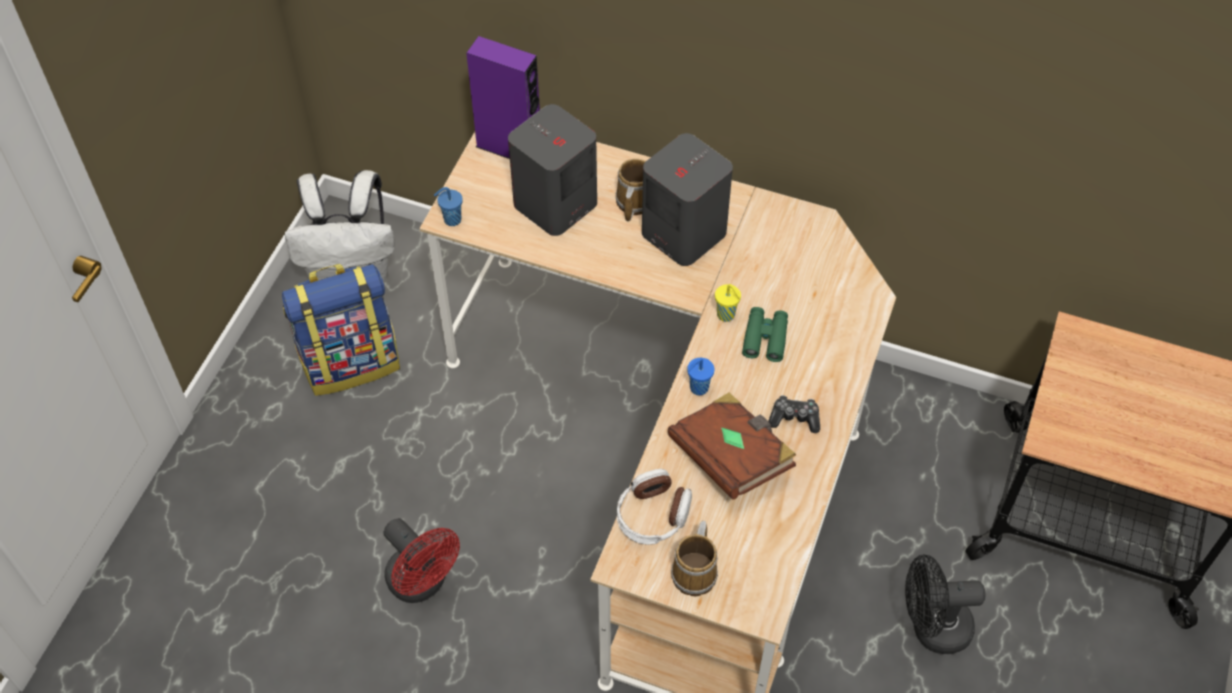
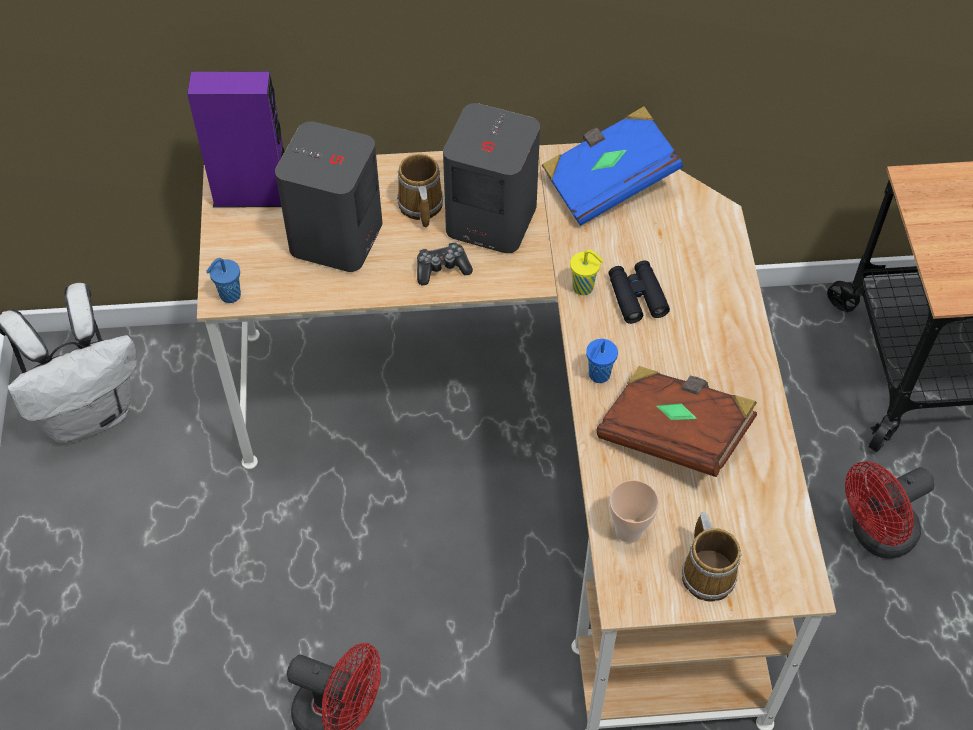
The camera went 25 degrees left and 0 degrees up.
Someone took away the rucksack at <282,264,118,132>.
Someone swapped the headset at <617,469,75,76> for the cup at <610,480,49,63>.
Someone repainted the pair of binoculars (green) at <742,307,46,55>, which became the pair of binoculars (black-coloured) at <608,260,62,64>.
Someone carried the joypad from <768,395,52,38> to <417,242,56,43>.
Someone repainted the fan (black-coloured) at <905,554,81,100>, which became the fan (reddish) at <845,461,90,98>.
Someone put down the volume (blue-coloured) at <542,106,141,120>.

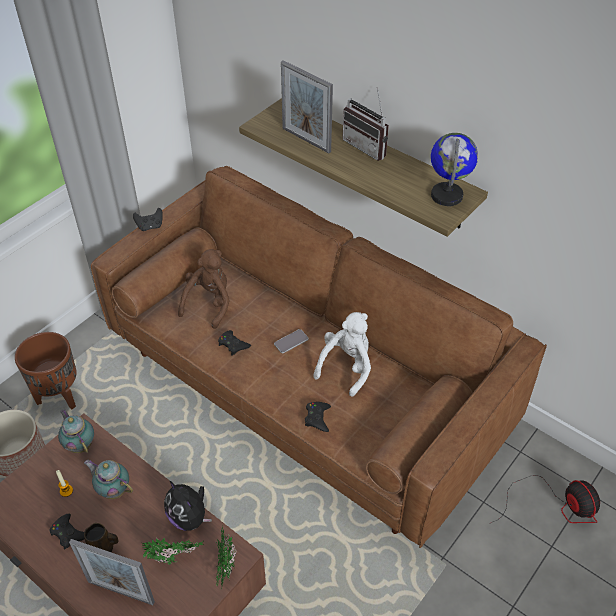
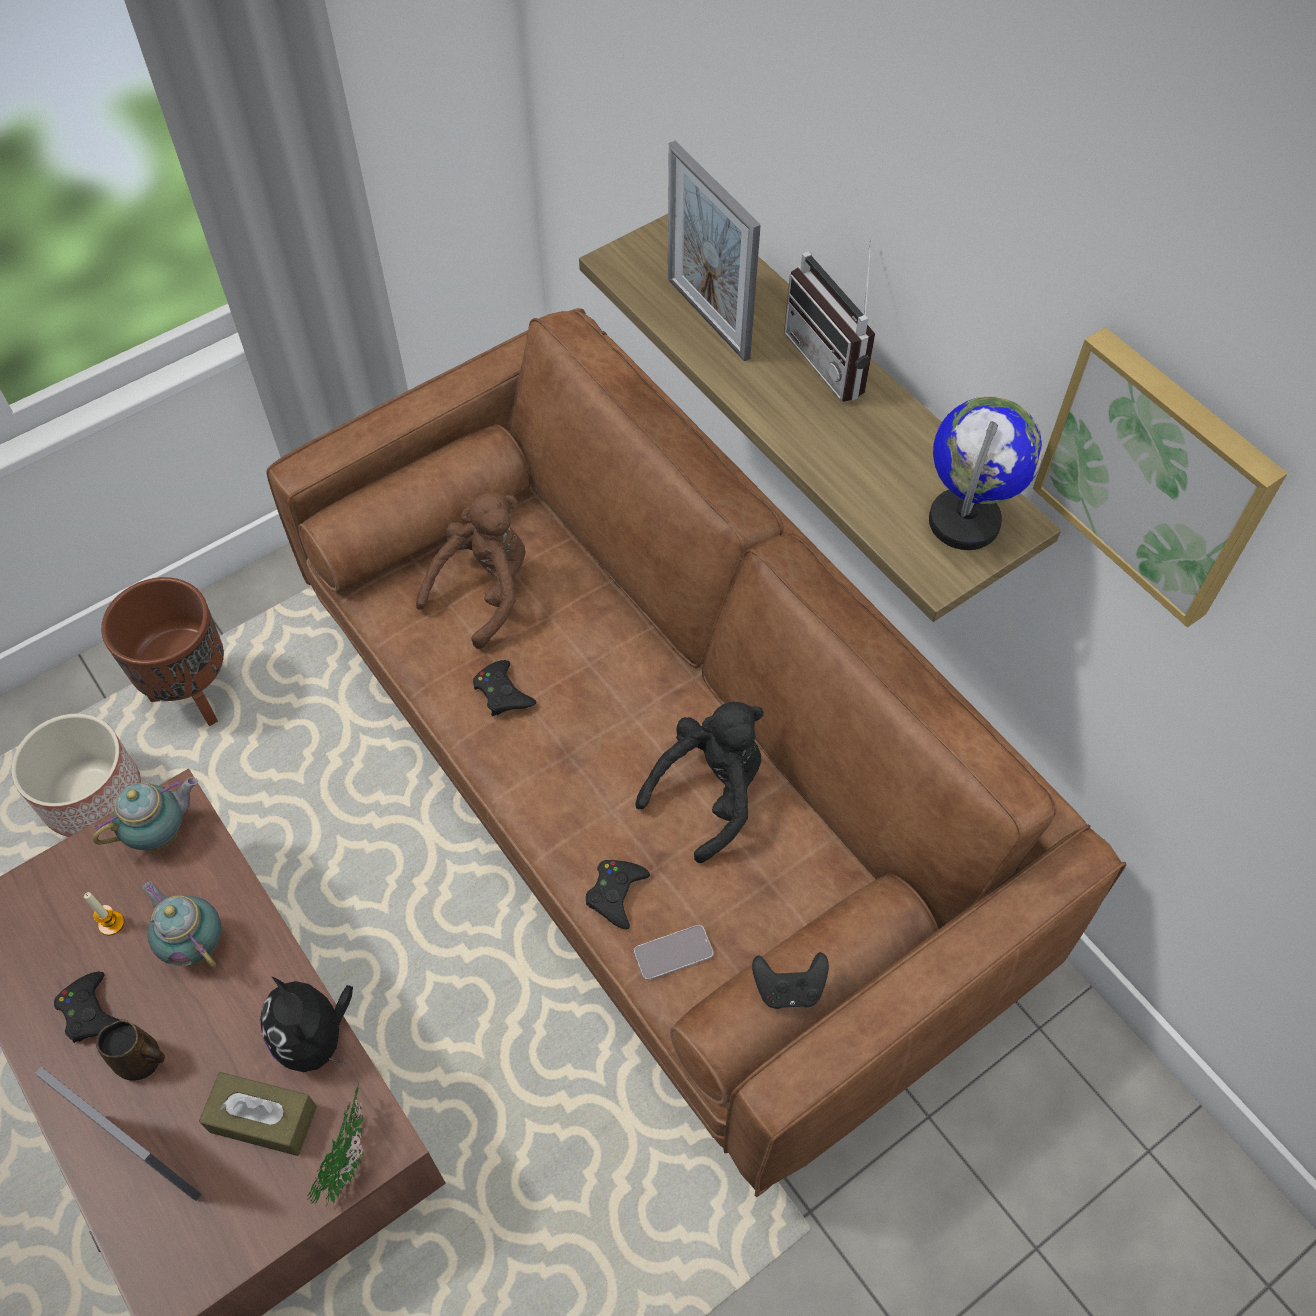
The camera went 15 degrees right and 10 degrees up.
Someone rotated the teapot at <58,409,36,44> by 75 degrees clockwise.
Someone carried the joypad (black-coloured) from <133,208,30,23> to <752,952,77,57>.
Someone swapped the plant in a pot at <142,538,62,27> for the tissue holder (brown) at <199,1072,118,84>.
Someone carried the telephone from <274,329,34,24> to <634,925,79,55>.
Someone repainted the plush toy (white-coloured) at <314,312,57,85>, which became the plush toy (black-coloured) at <635,702,129,161>.
Someone took away the fan at <491,475,109,48>.
Someone put up the wall picture at <1033,327,255,301>.

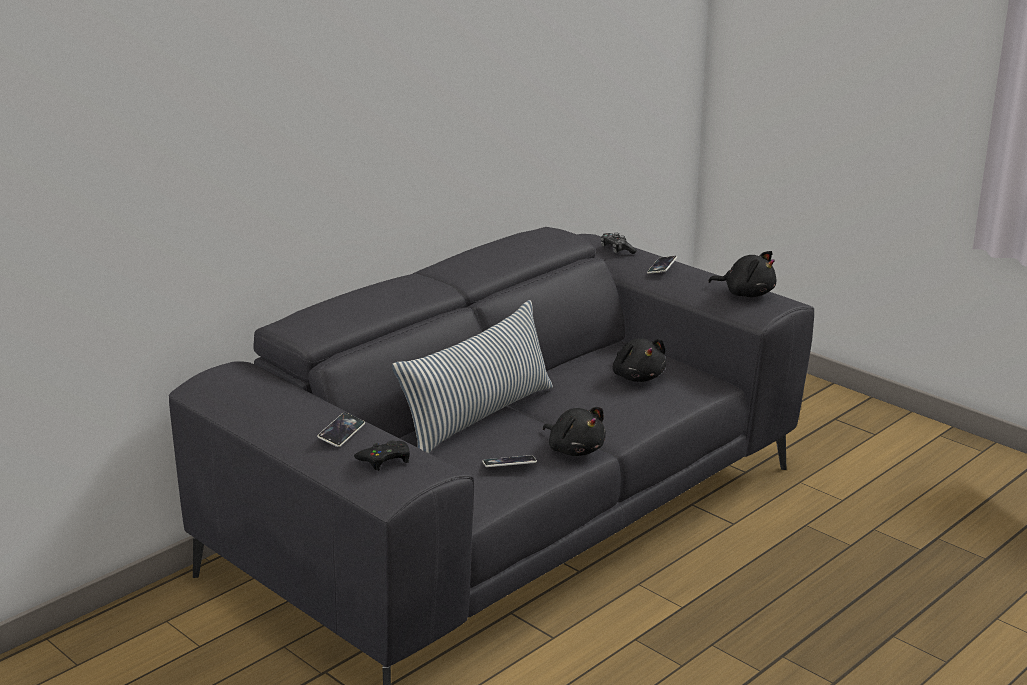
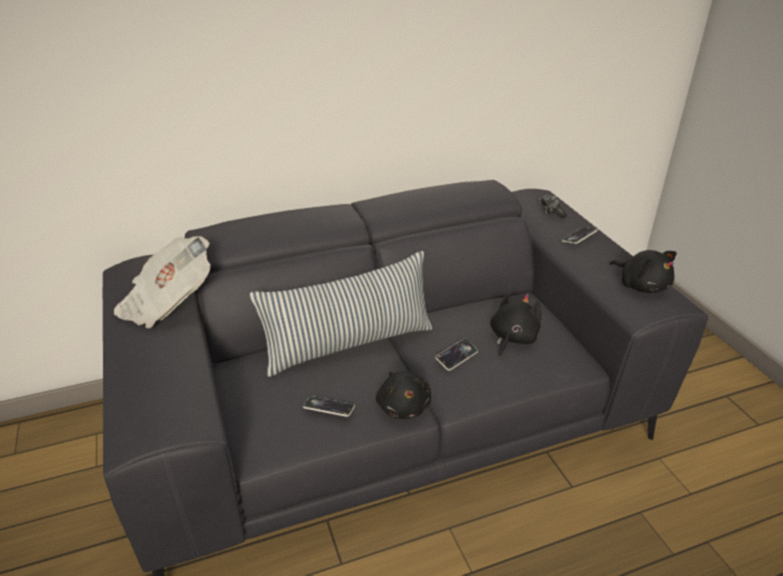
The camera went 25 degrees right and 10 degrees up.
Someone carried the telephone from <317,412,48,35> to <435,338,43,33>.
Someone took away the joypad (black-coloured) at <354,440,56,31>.
Someone rotated the plush toy (black-coloured) at <613,338,53,44> by 150 degrees counterclockwise.
Someone put down the newspaper at <114,236,97,92>.

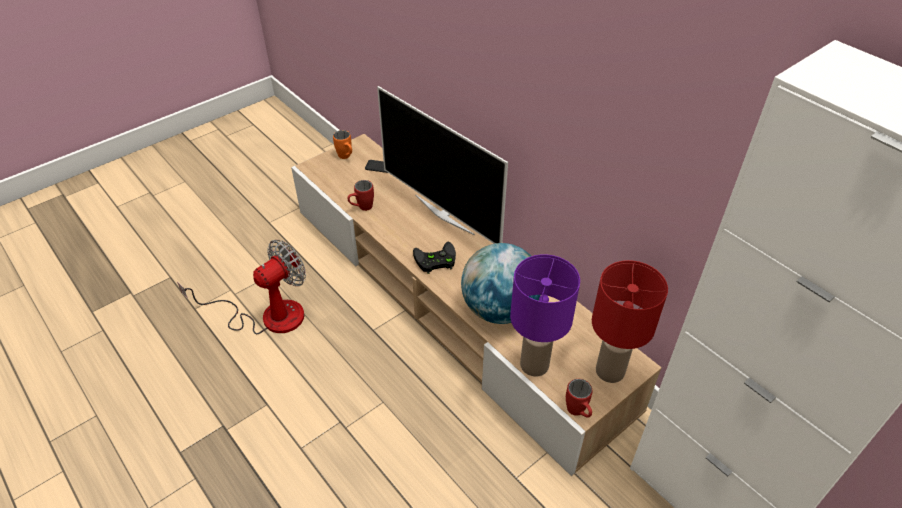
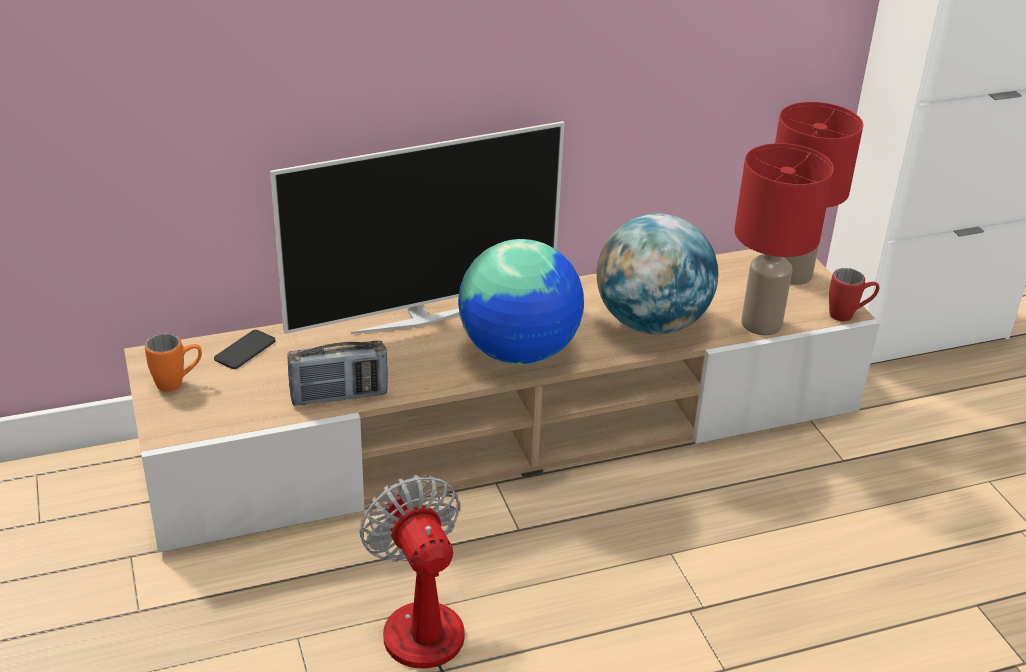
The camera went 70 degrees left and 10 degrees down.
Someone swapped the mug (reddish) at <348,180,26,31> for the radio at <287,341,101,65>.
Someone swapped the joypad (black-coloured) at <413,242,43,32> for the world globe at <458,239,126,126>.
Someone repainted the lamp for a table (purplish) at <510,254,70,123>, which became the lamp for a table (reddish) at <734,143,100,192>.

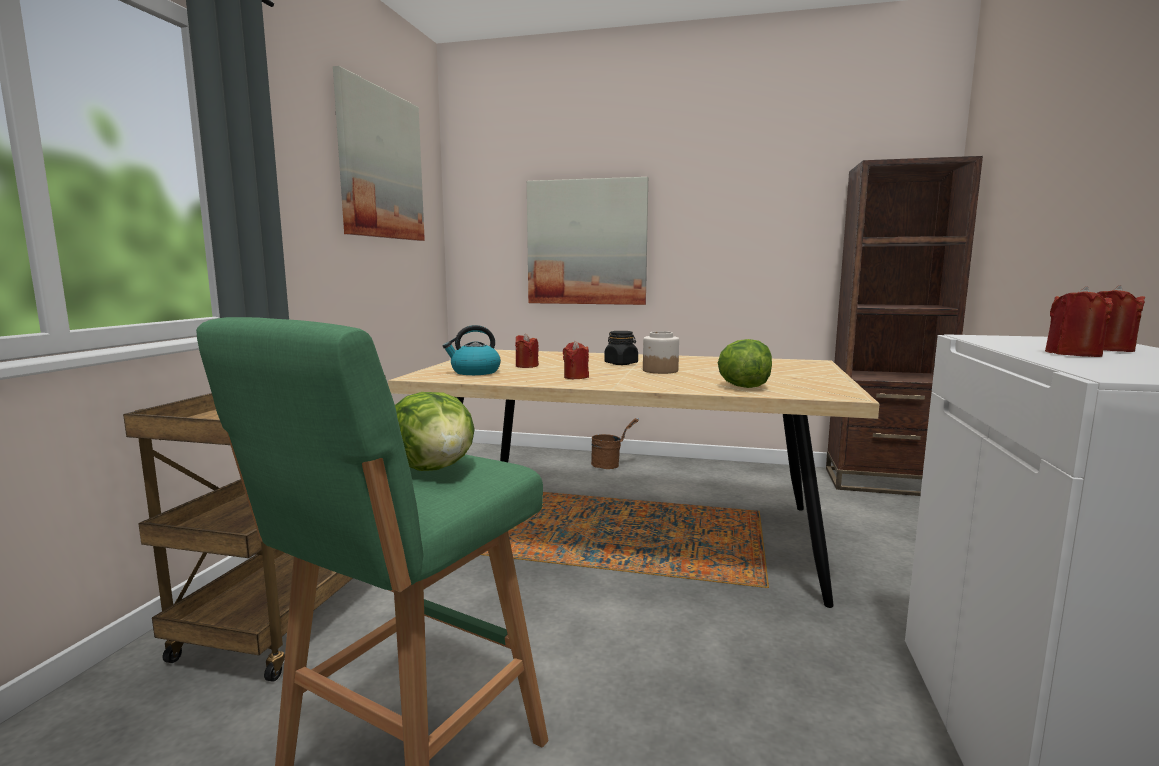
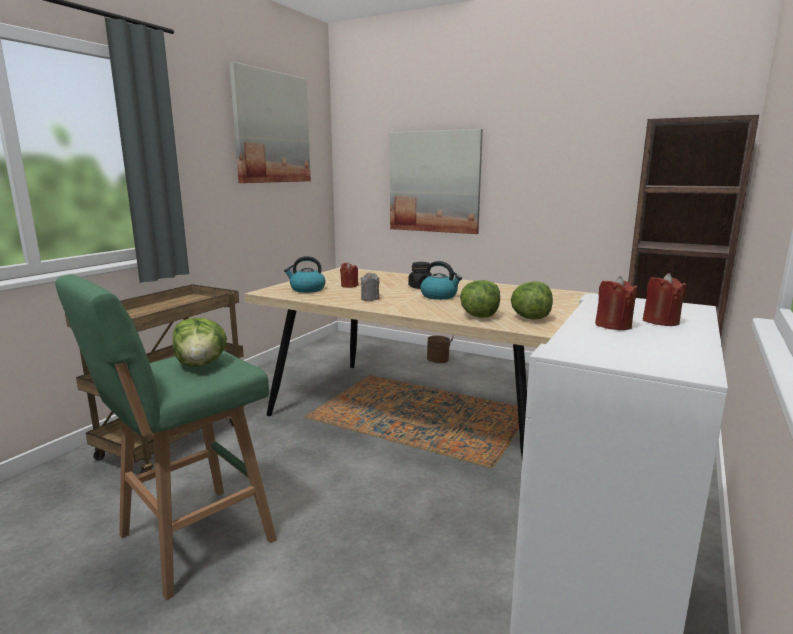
The camera went 15 degrees right and 5 degrees up.
Someone repainted the wax candle (reddish) at <563,341,26,38>, which became the wax candle (grey) at <361,272,19,29>.
Someone swapped the preserve jar at <643,331,36,43> for the water kettle at <420,261,42,39>.
Someone put down the head of lettuce at <511,281,42,39>.

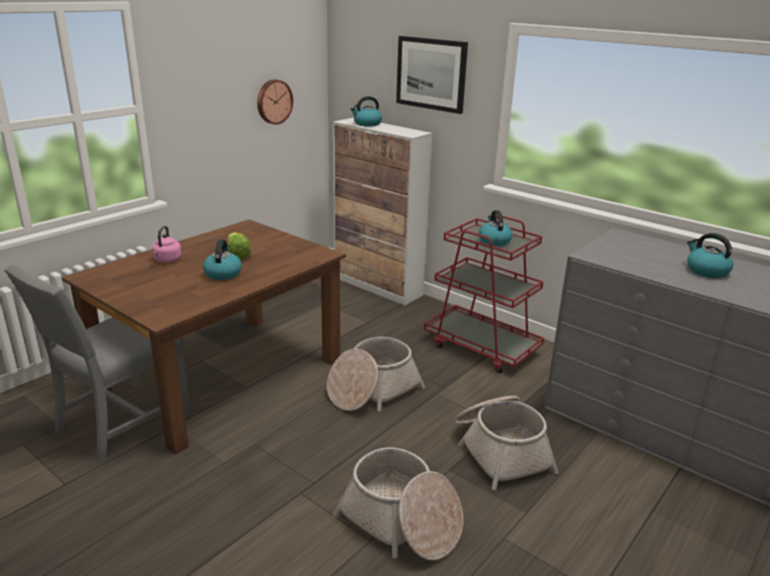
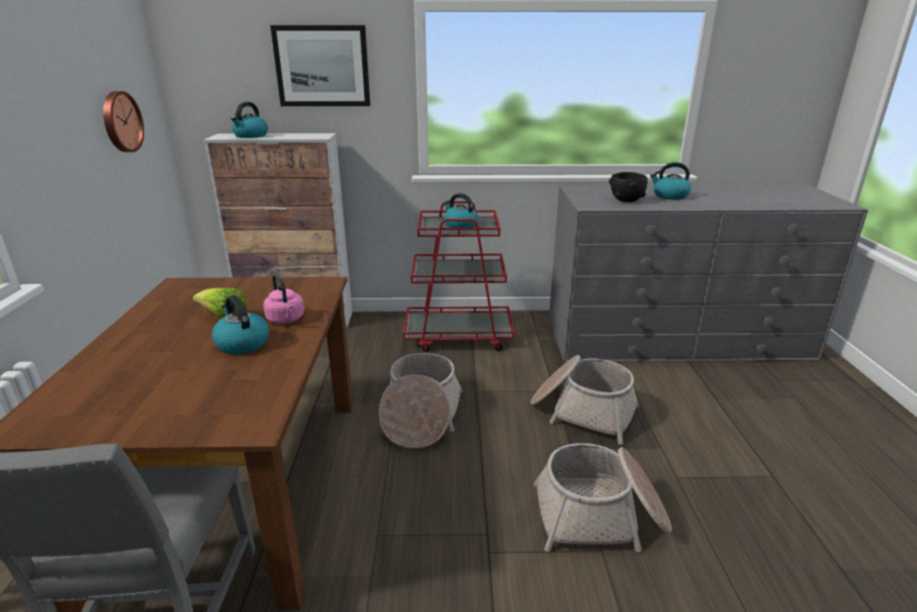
The camera went 40 degrees left and 0 degrees up.
Someone carried the water kettle (pinkish) from <152,226,30,36> to <263,274,41,50>.
Someone put down the bowl (black-coloured) at <609,172,38,30>.

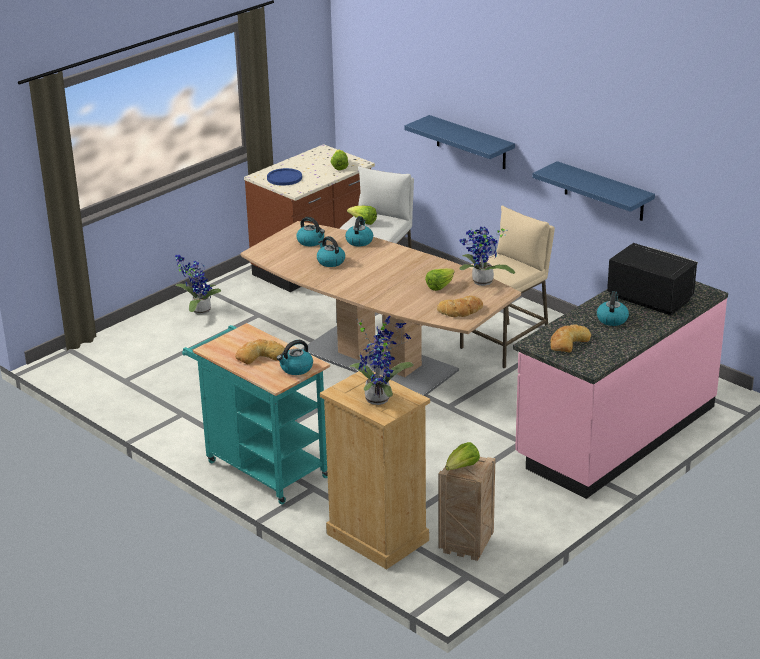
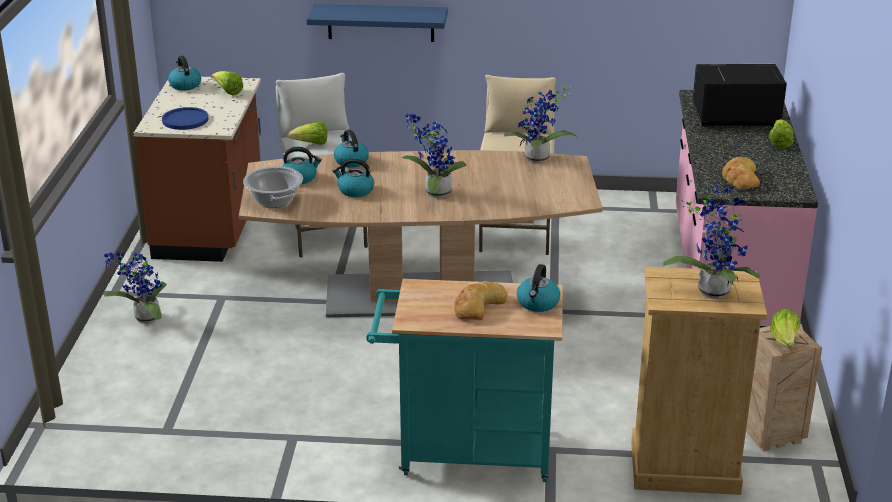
The camera went 40 degrees left and 0 degrees up.
Someone carried the head of lettuce from <425,268,30,23> to <769,119,25,29>.
Someone took away the bakery bread at <437,296,46,21>.
Someone took away the bracket shelf (blue-coloured) at <532,161,123,60>.
Someone carried the water kettle from <597,291,32,35> to <168,55,33,36>.
Someone put down the cooking pot at <243,166,60,42>.
Someone put down the plant in a pot at <401,113,65,85>.

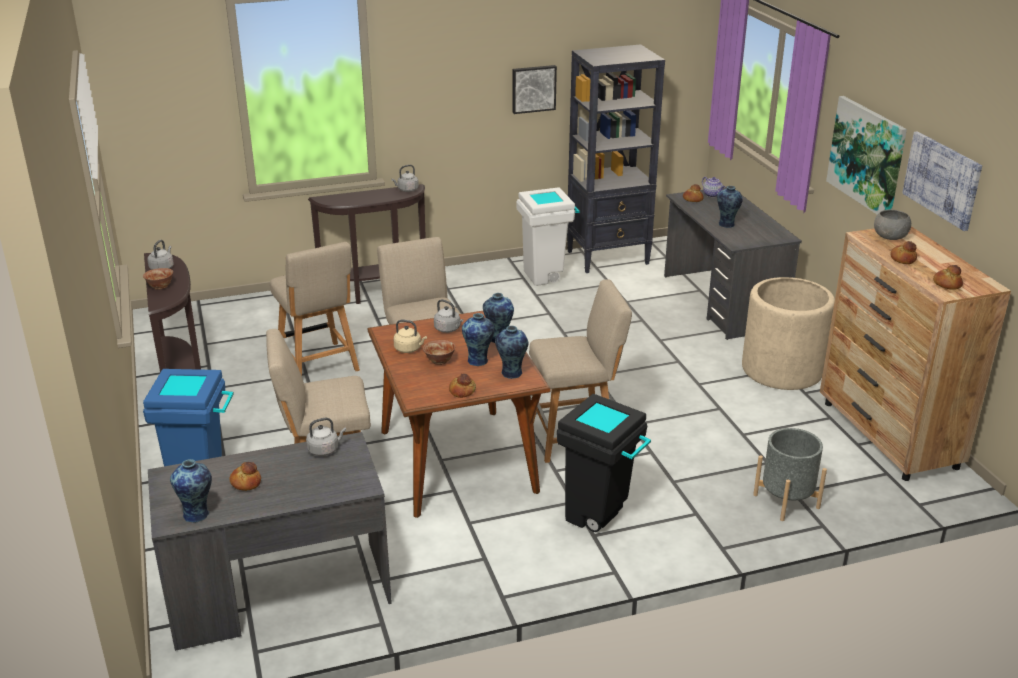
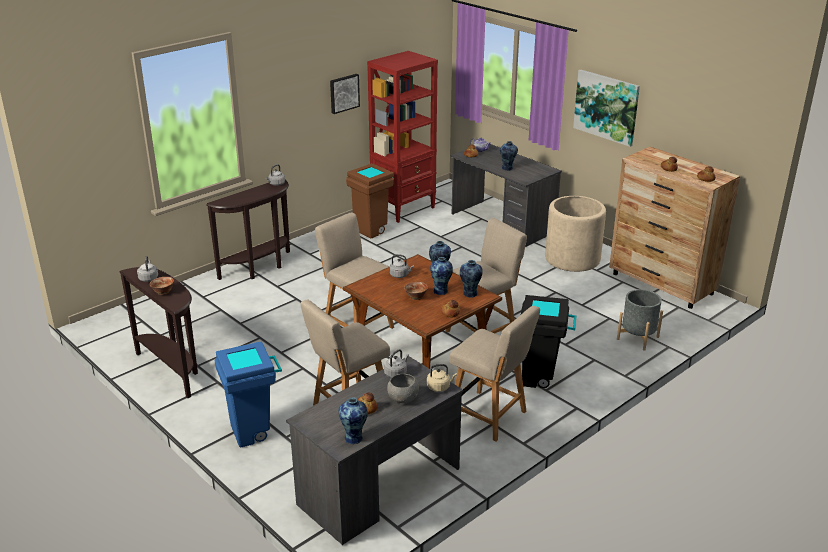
The camera went 25 degrees left and 0 degrees up.
Someone carried the chair (beige-coloured) from <270,242,90,134> to <449,306,91,136>.
Someone carried the water kettle (beige-coloured) from <393,320,34,33> to <427,364,30,28>.
Someone repainted the waste bin (white-coloured) at <516,187,64,99>, which became the waste bin (brown) at <346,163,48,76>.
Someone repainted the bookshelf (black-coloured) at <567,44,98,229>, which became the bookshelf (reddish) at <367,51,71,172>.
Someone carried the bowl (grey) from <874,209,37,31> to <387,374,32,29>.
Someone took away the wall picture at <902,131,80,100>.

